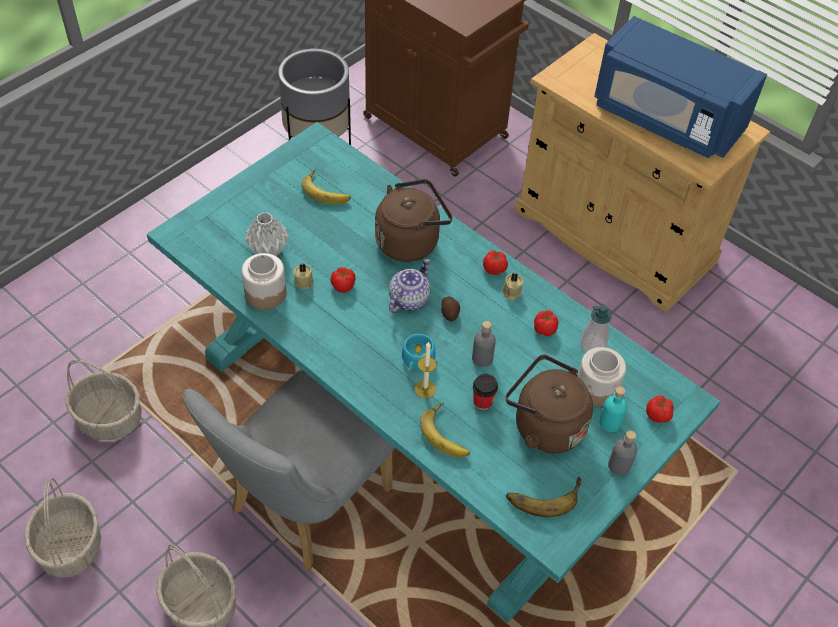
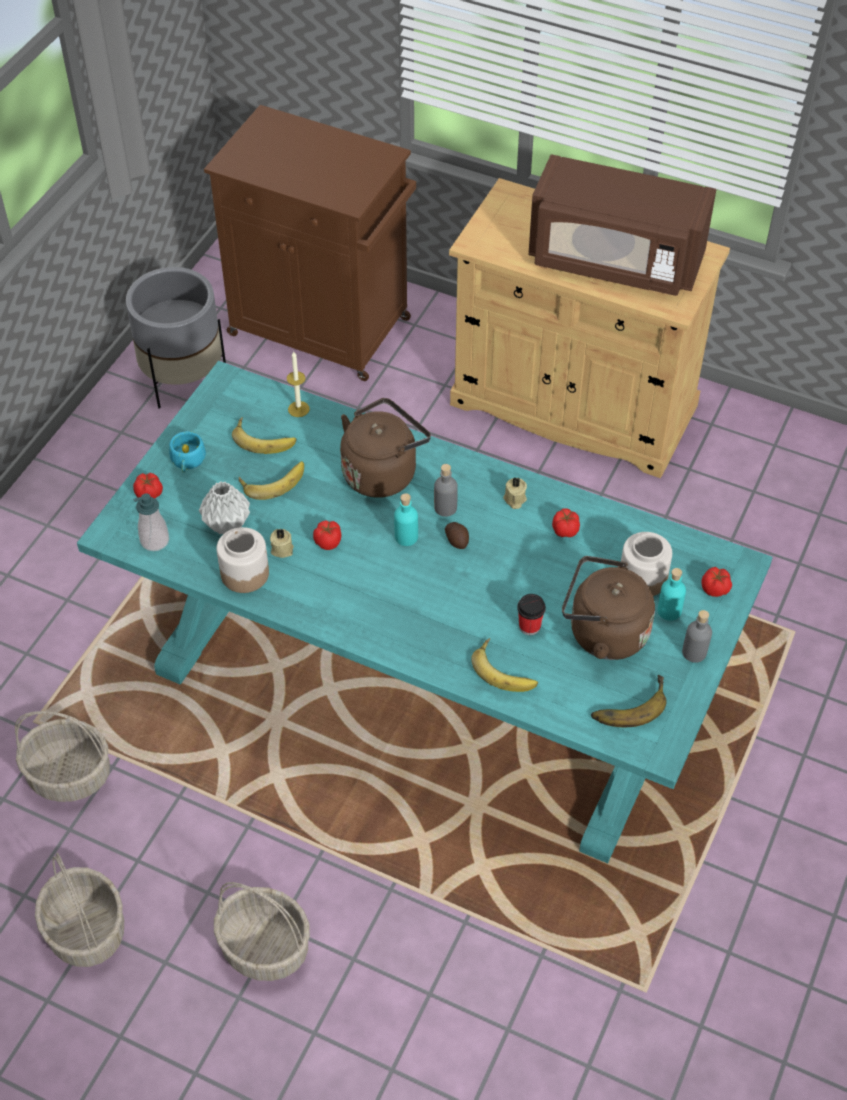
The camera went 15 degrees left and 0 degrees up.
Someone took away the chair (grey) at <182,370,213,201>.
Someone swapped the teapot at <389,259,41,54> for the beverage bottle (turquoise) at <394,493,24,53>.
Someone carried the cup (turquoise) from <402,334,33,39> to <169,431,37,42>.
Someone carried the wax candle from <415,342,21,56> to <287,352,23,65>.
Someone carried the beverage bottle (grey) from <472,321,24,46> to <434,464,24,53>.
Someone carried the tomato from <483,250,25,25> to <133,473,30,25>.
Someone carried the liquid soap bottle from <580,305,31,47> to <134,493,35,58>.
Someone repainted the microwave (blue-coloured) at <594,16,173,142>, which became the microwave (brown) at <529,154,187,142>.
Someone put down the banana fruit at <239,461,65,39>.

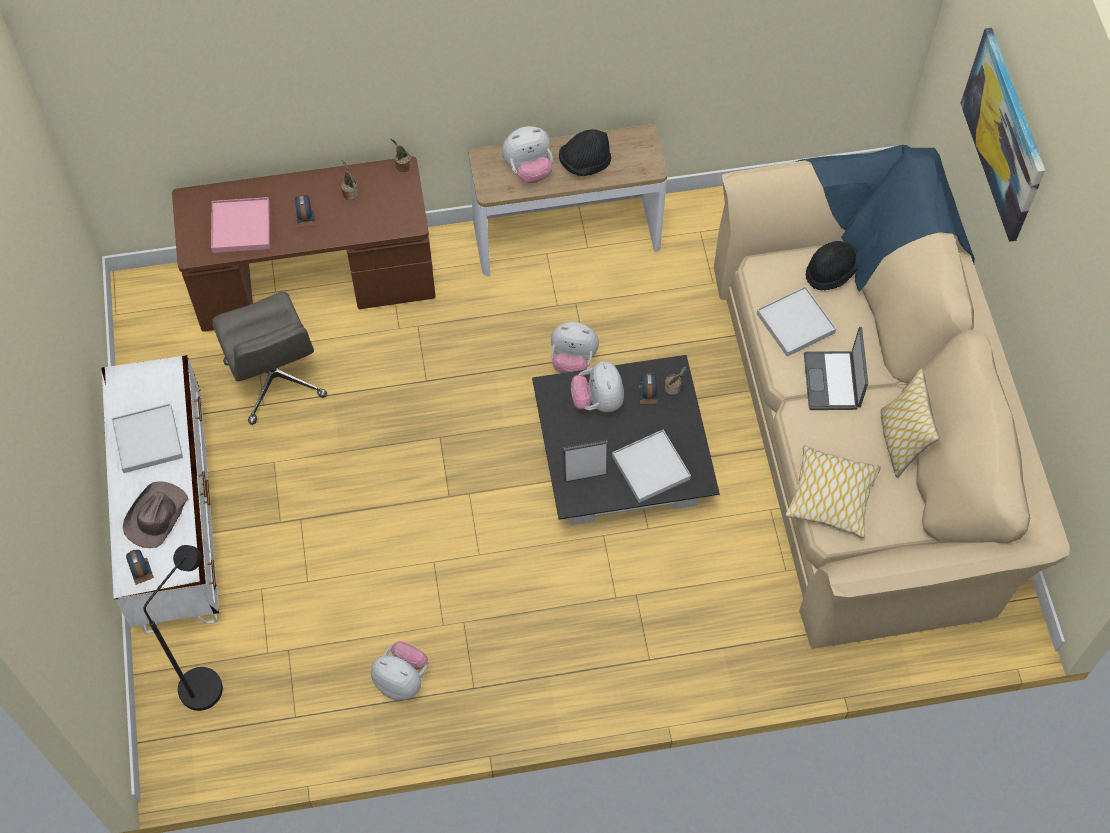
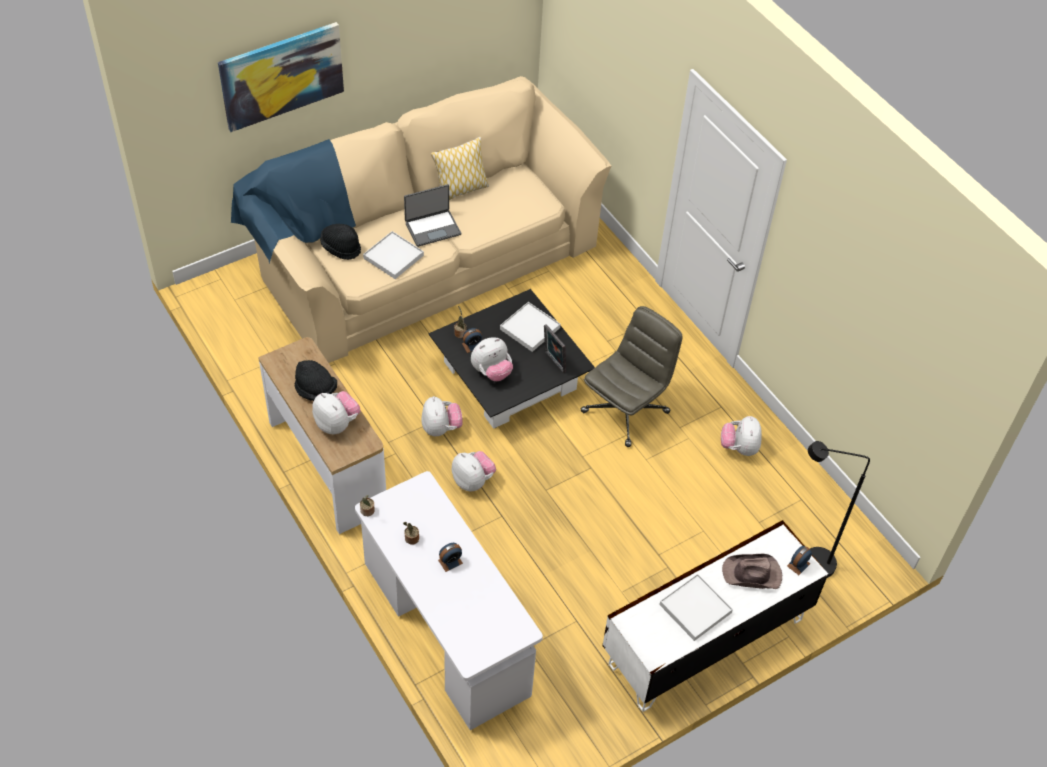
The camera went 115 degrees left and 10 degrees down.
Someone repainted the desk (brown) at <172,156,264,176>, which became the desk (white-coloured) at <355,471,188,259>.
Someone took away the serving tray (pinkish) at <211,197,59,56>.
Someone carried the computer chair (grey) from <212,292,115,133> to <581,306,101,141>.
Someone took away the pillow at <785,445,96,93>.
Someone put down the plush toy at <452,451,44,40>.

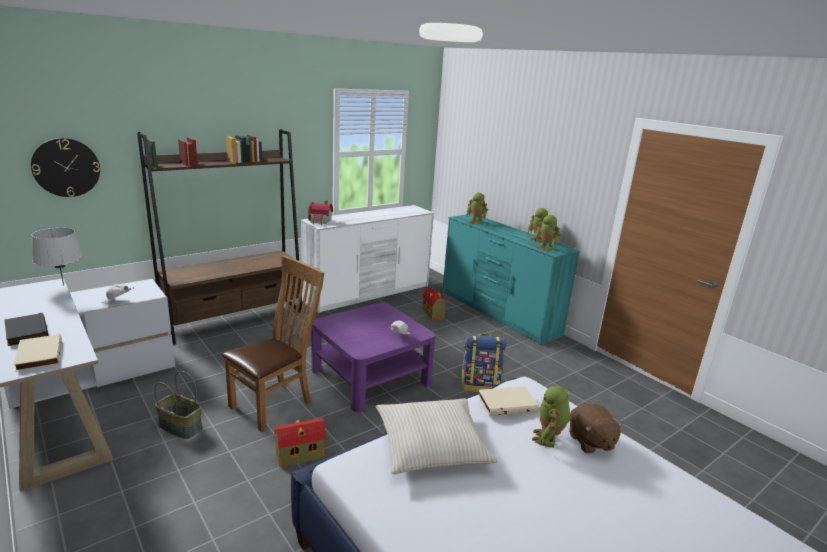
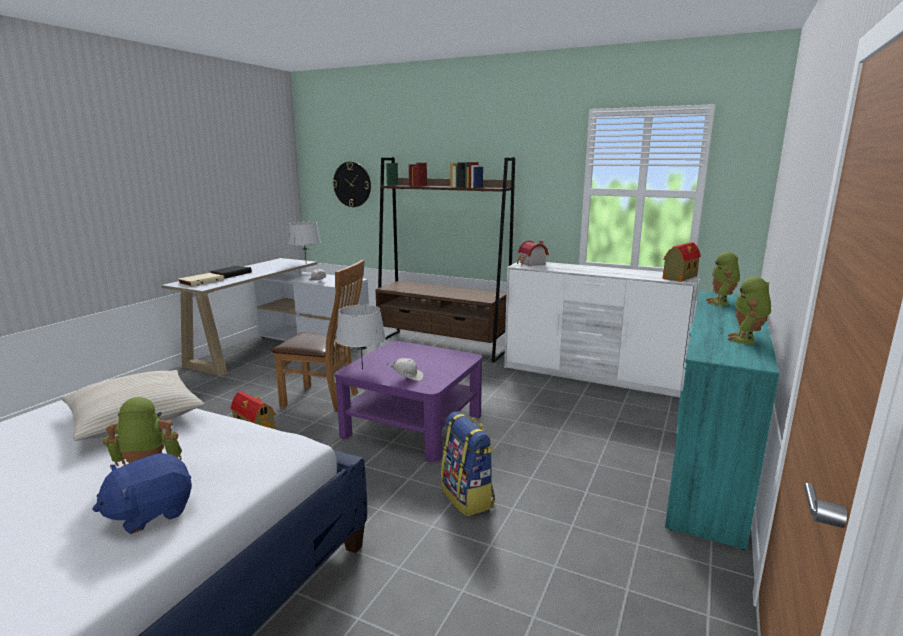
The camera went 65 degrees right and 5 degrees down.
Someone took away the basket at <154,371,49,68>.
Someone carried the miniature house from <422,286,24,34> to <663,242,38,40>.
Someone took away the volume (beige-coloured) at <478,386,61,30>.
Someone took away the toy robot at <535,215,26,36>.
Someone repainted the plush toy (brown) at <569,403,55,51>, which became the plush toy (blue-coloured) at <92,453,100,81>.
Someone put down the lamp for a table (grey) at <336,305,50,64>.

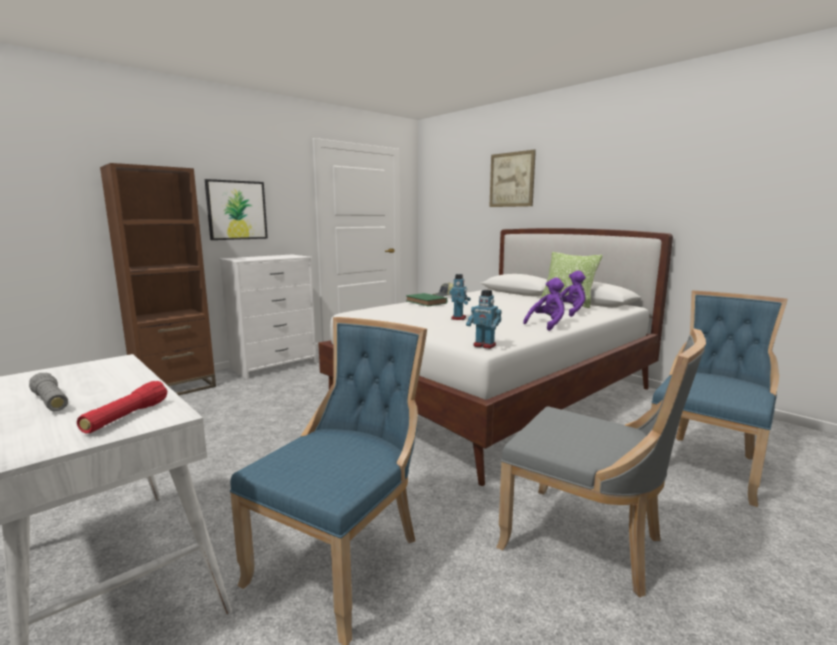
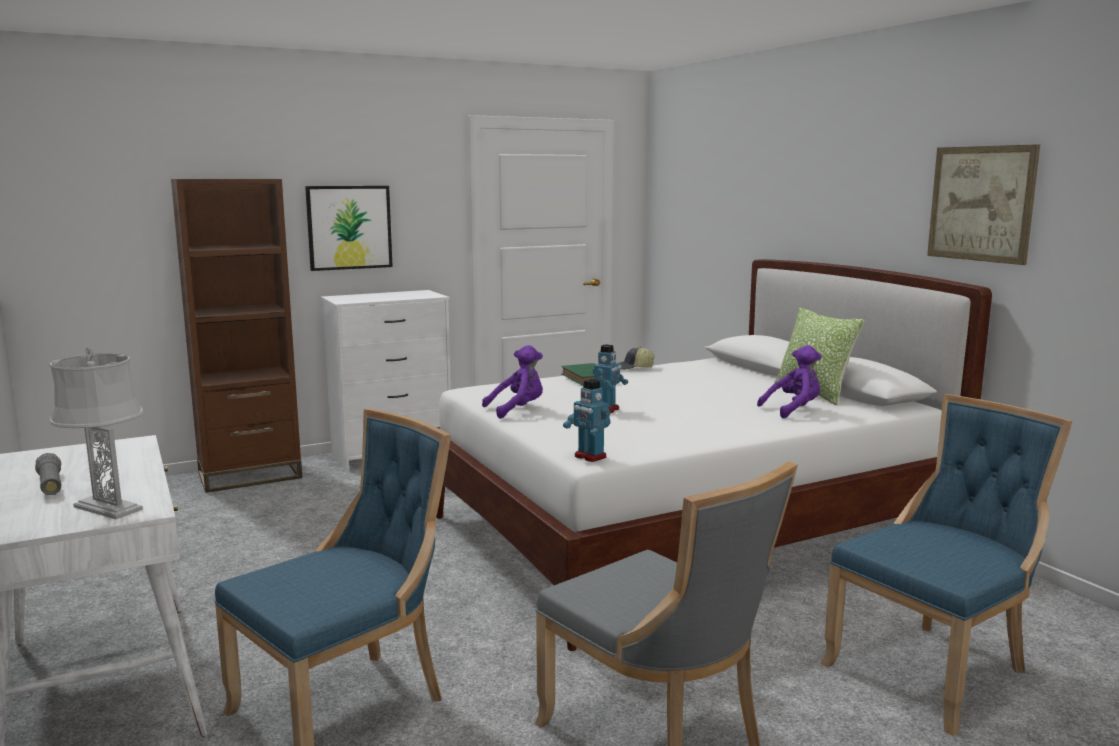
The camera went 15 degrees right and 0 degrees up.
Someone swapped the flashlight (reddish) at <77,381,90,52> for the lamp for a table (grey) at <49,348,94,171>.
Someone carried the wall picture from <490,150,46,57> to <927,144,113,121>.
Someone carried the plush toy (purplish) from <523,278,42,53> to <482,345,61,74>.

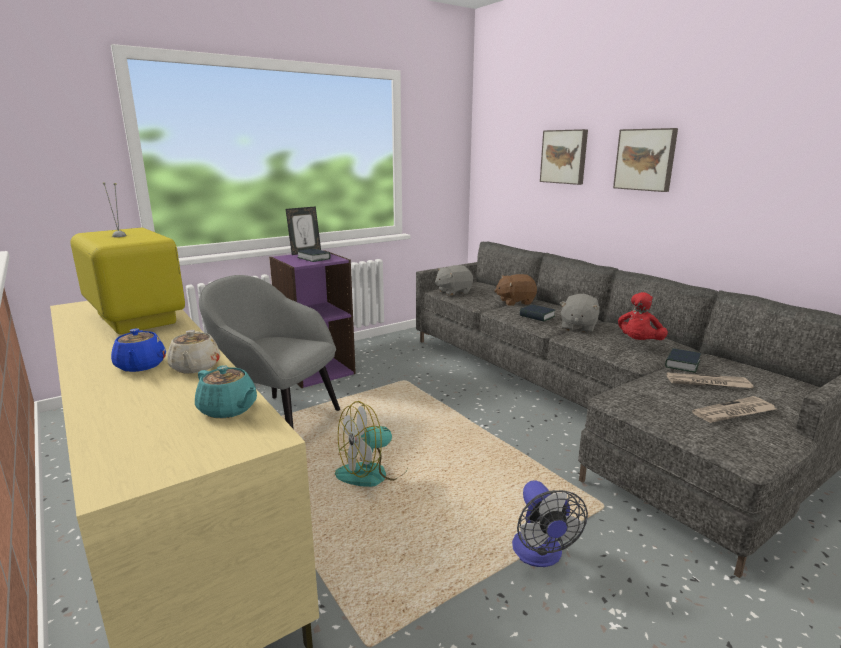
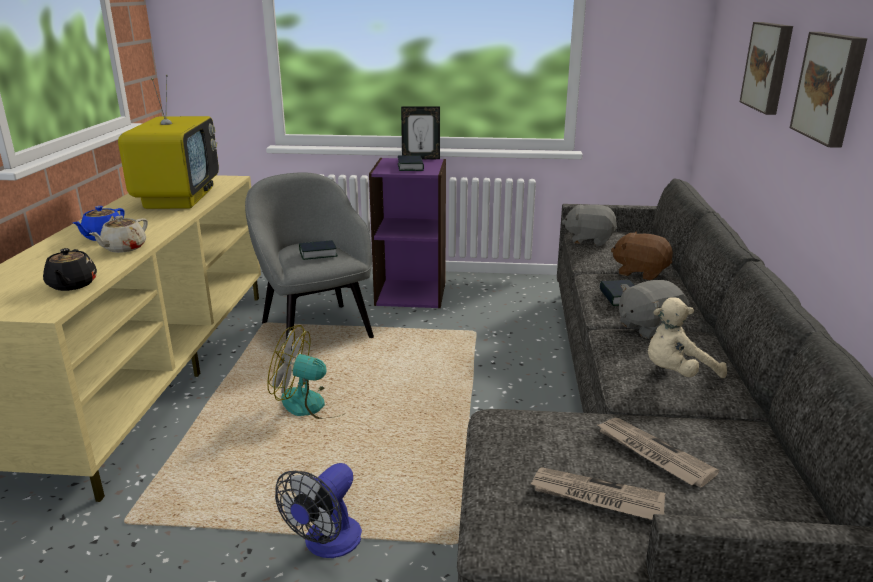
The camera went 40 degrees right and 5 degrees up.
Someone repainted the teapot (turquoise) at <195,365,62,53>, which became the teapot (black-coloured) at <43,248,54,43>.
Someone repainted the plush toy (reddish) at <618,292,50,48>, which became the plush toy (beige-coloured) at <648,297,79,81>.
Someone carried the volume from <665,348,36,25> to <299,240,39,20>.

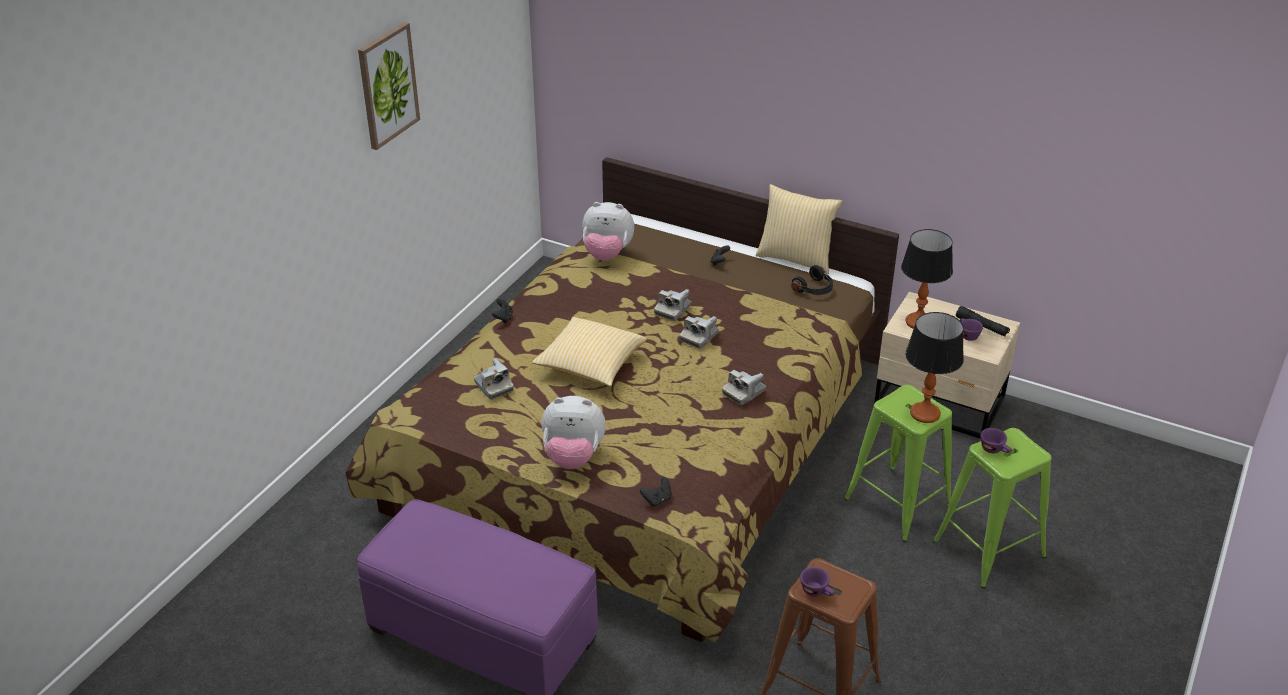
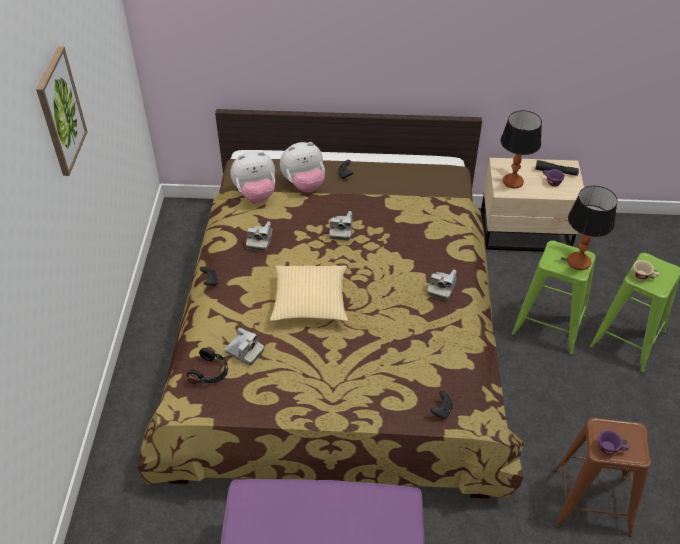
The camera went 25 degrees left and 10 degrees up.
Someone carried the plush toy from <542,396,64,73> to <280,142,45,51>.
Someone carried the still camera from <680,316,39,33> to <246,221,27,30>.
Someone took away the pillow at <756,184,87,90>.
Someone carried the headset (black-coloured) from <791,265,42,30> to <187,347,41,37>.
Someone repainted the cup (purplish) at <981,428,30,25>, which became the cup (beige-coloured) at <633,260,26,20>.

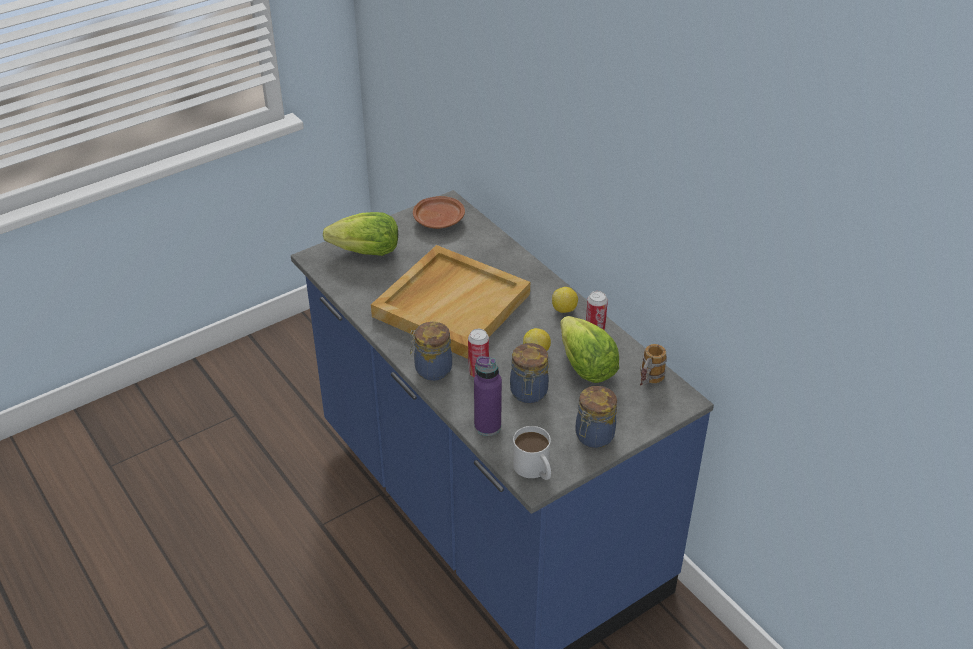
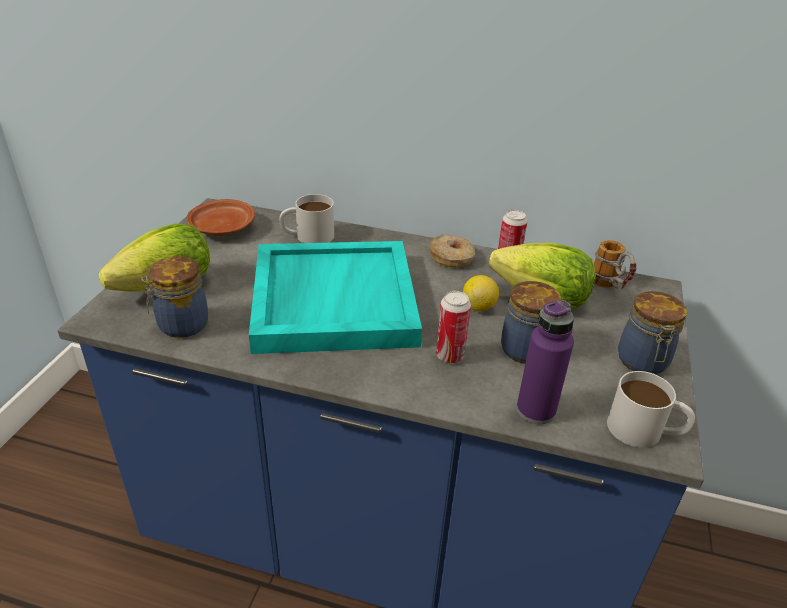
The camera went 40 degrees left and 5 degrees down.
Someone repainted the serving tray (beige-coloured) at <371,245,159,114>, which became the serving tray (turquoise) at <249,241,173,113>.
Someone carried the preserve jar from <410,322,42,59> to <142,256,66,82>.
Someone swapped the citrus fruit at <552,287,26,26> for the doughnut at <429,235,47,33>.
Someone put down the mug (white-coloured) at <280,194,54,49>.

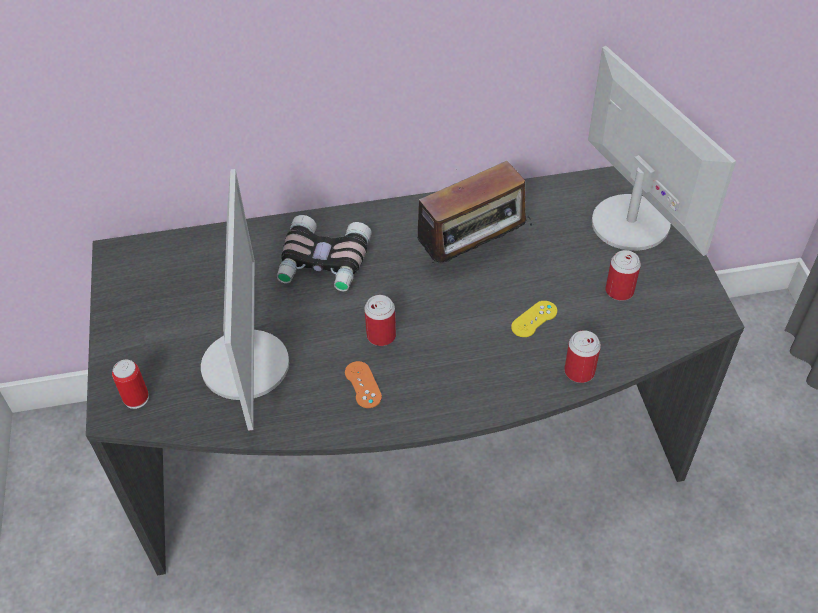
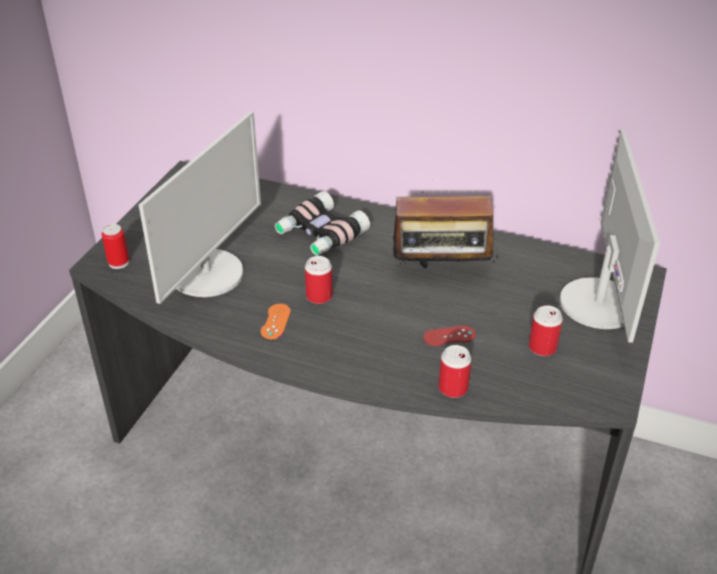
The camera went 30 degrees right and 10 degrees down.
Someone repainted the joypad (yellow) at <511,301,46,36>, which became the joypad (reddish) at <423,326,53,20>.

